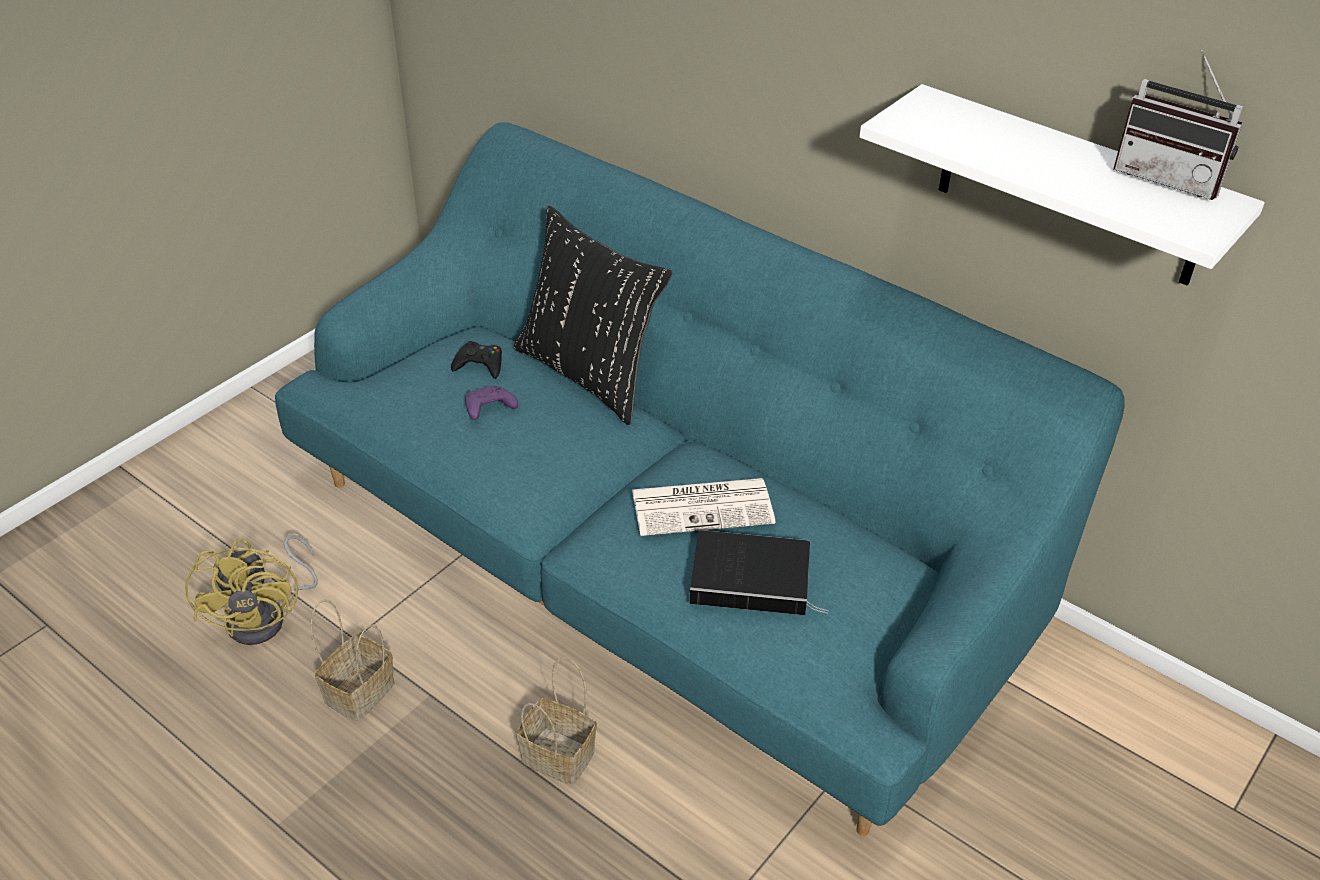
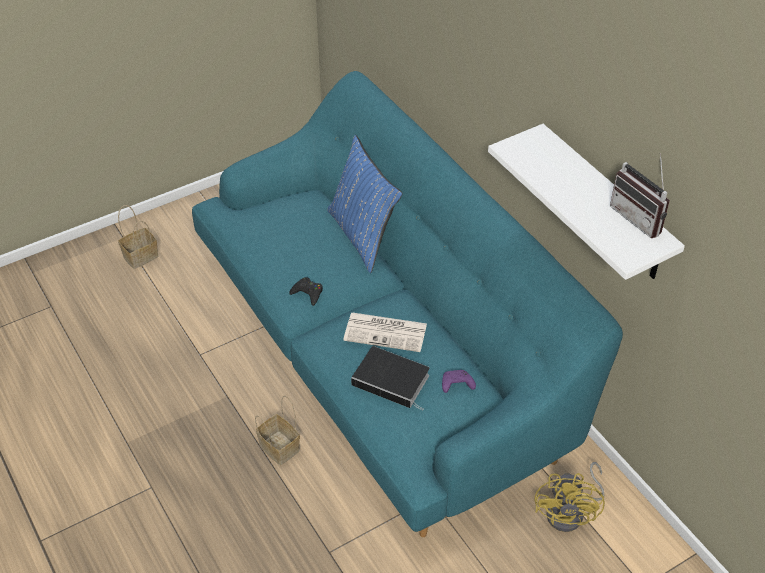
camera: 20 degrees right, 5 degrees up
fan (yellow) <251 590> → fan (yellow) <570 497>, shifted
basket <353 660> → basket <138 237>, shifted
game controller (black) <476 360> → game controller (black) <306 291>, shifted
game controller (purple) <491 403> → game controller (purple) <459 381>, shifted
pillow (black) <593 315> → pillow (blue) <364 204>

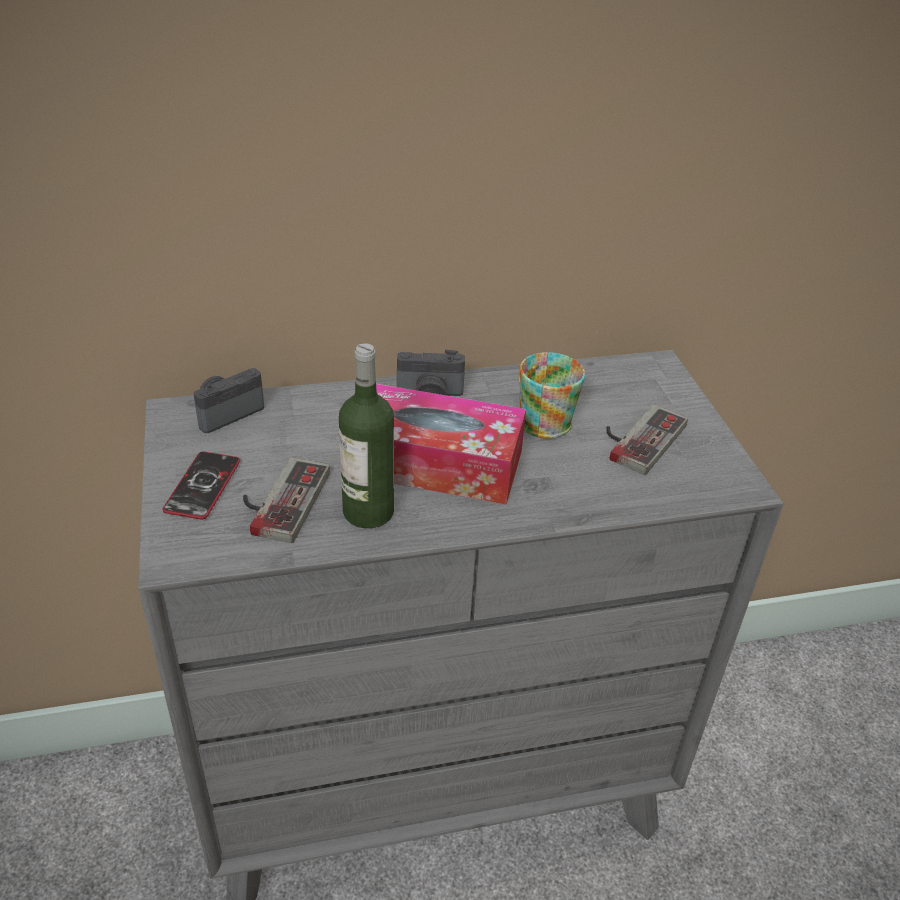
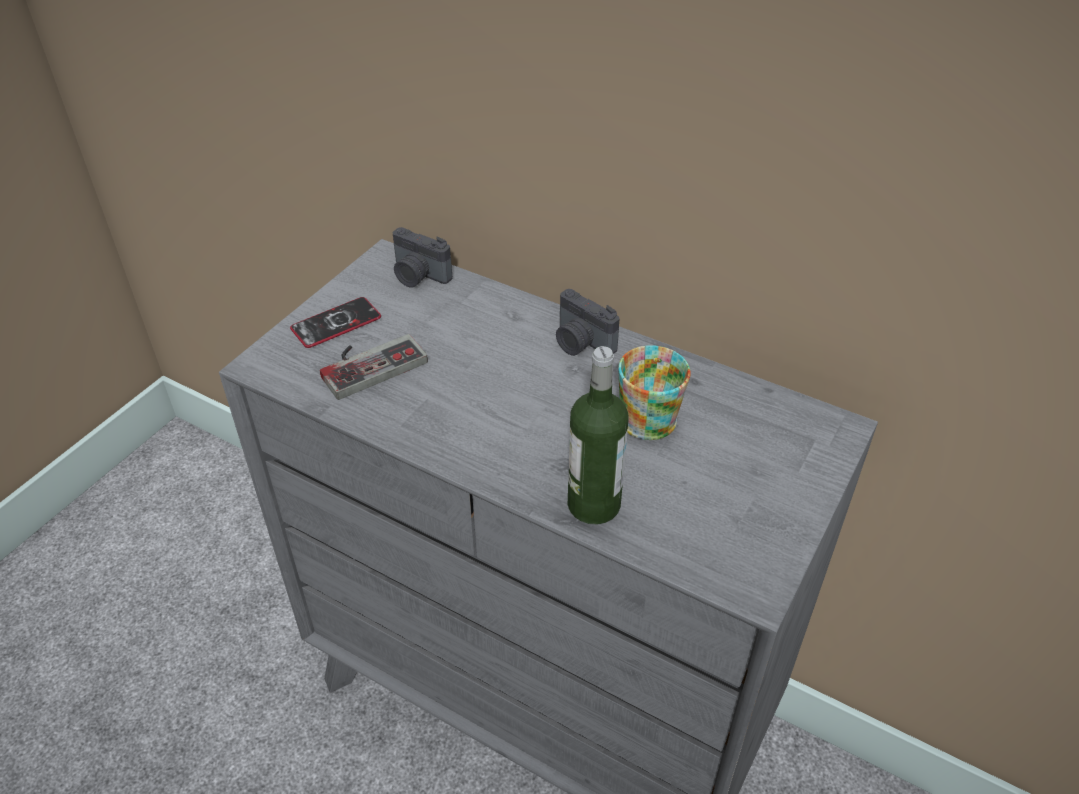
camera: 45 degrees right, 5 degrees up
photo camera <229 400> → photo camera <422 257>, 150 degrees counterclockwise
bottle <366 435> → bottle <598 435>, shifted
tissue box <451 444> → -
game controller <647 439> → -

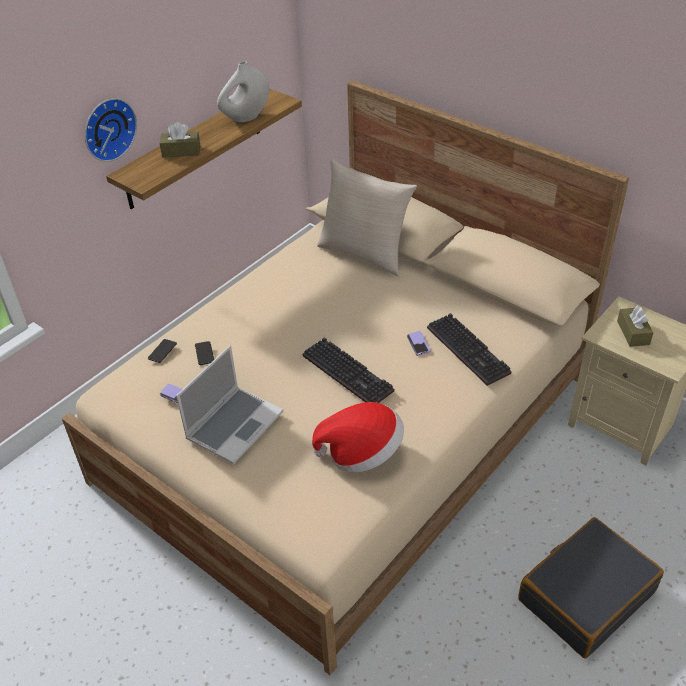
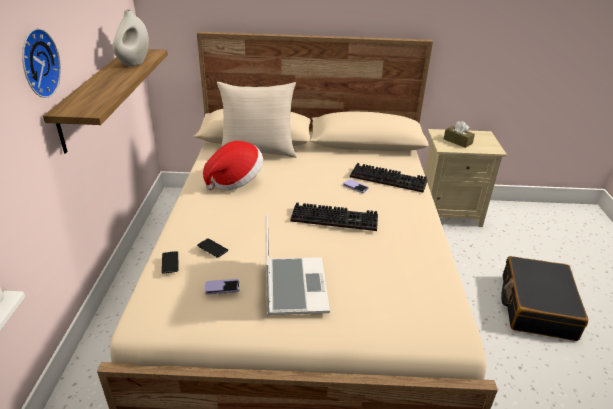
camera: 40 degrees left, 10 degrees down
tissue box (brown) <180 140> → -
hat <358 437> → hat <233 166>, shifted

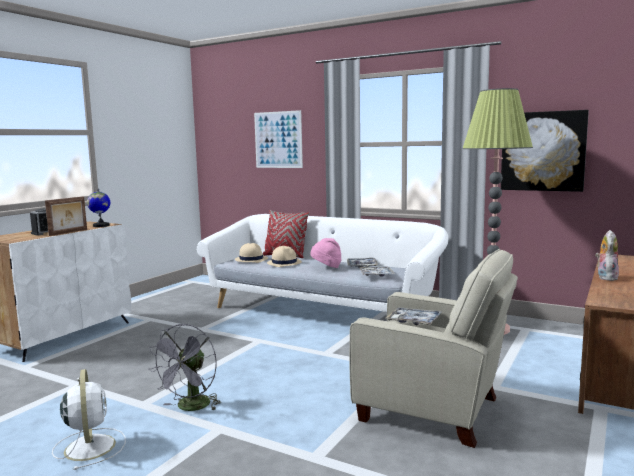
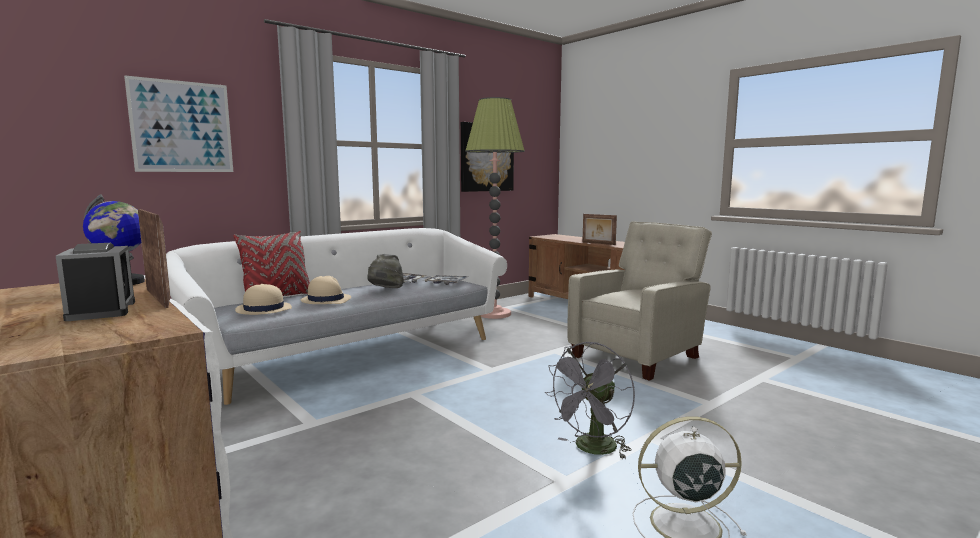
camera: 70 degrees left, 0 degrees up
fan (grey) <185 367> → fan (grey) <590 400>, 90 degrees clockwise
hat (pink) <326 253> → hat (grey) <385 271>
tray <414 316> → -
plush toy <607 255> → picture frame <599 229>

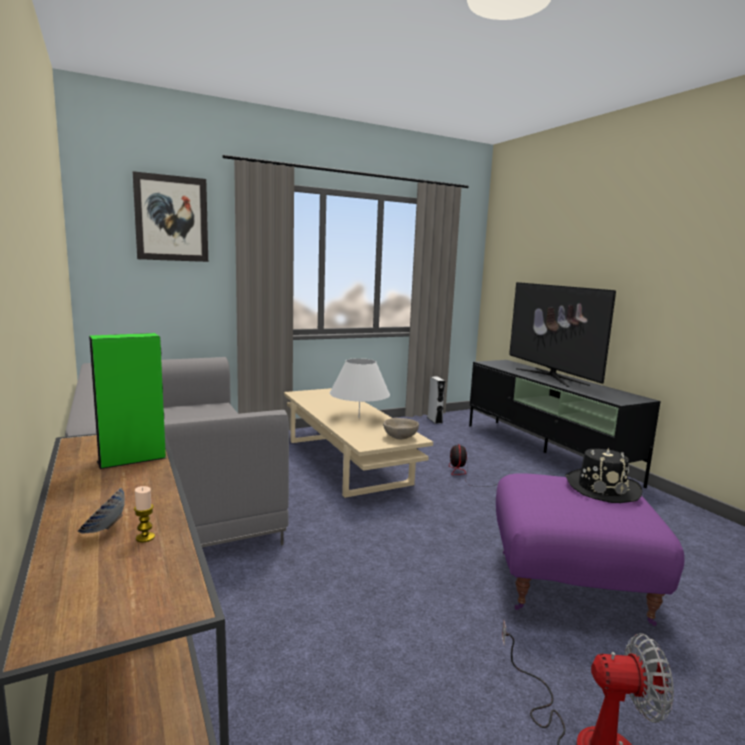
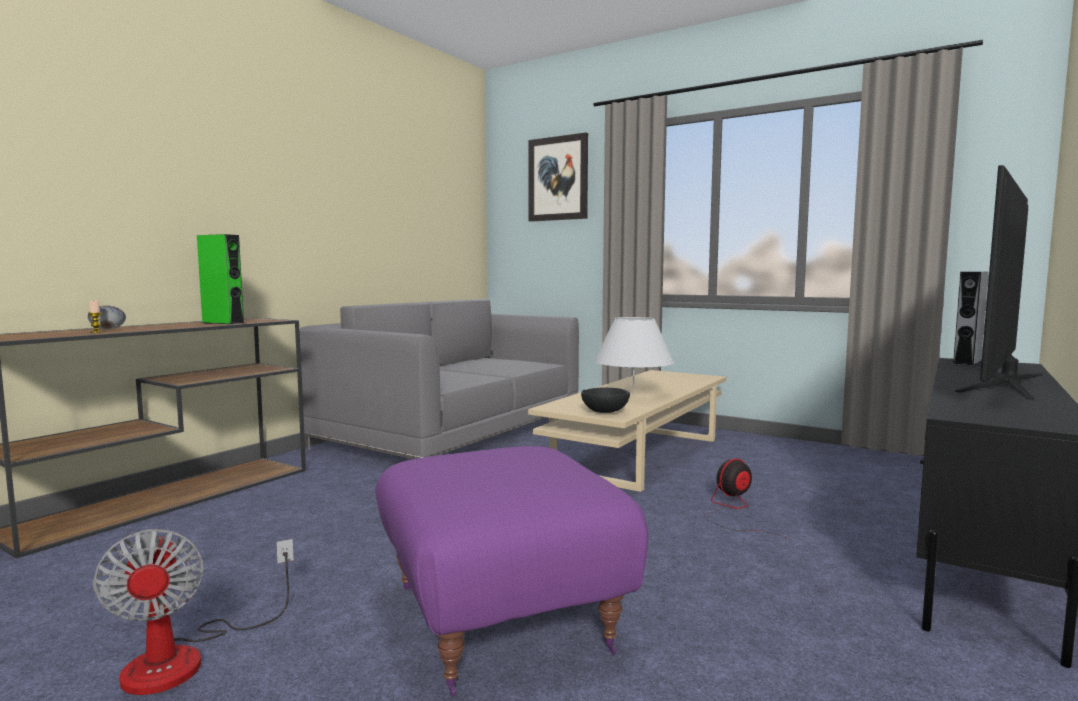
camera: 60 degrees right, 5 degrees down
bowl (beige) <401 428> → bowl (black) <605 400>
speaker (grey) <436 400> → speaker (grey) <970 319>, shifted
hat (black) <604 475> → -

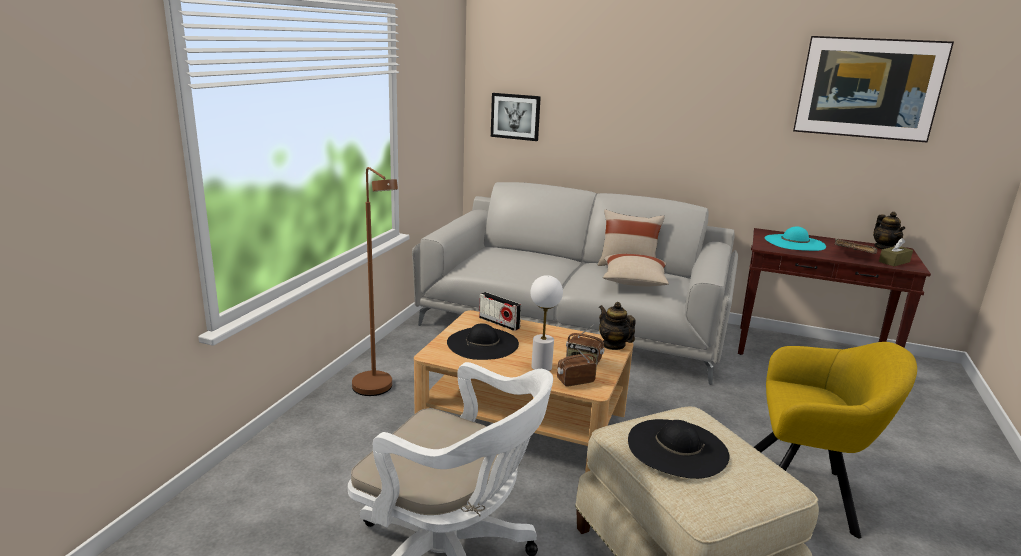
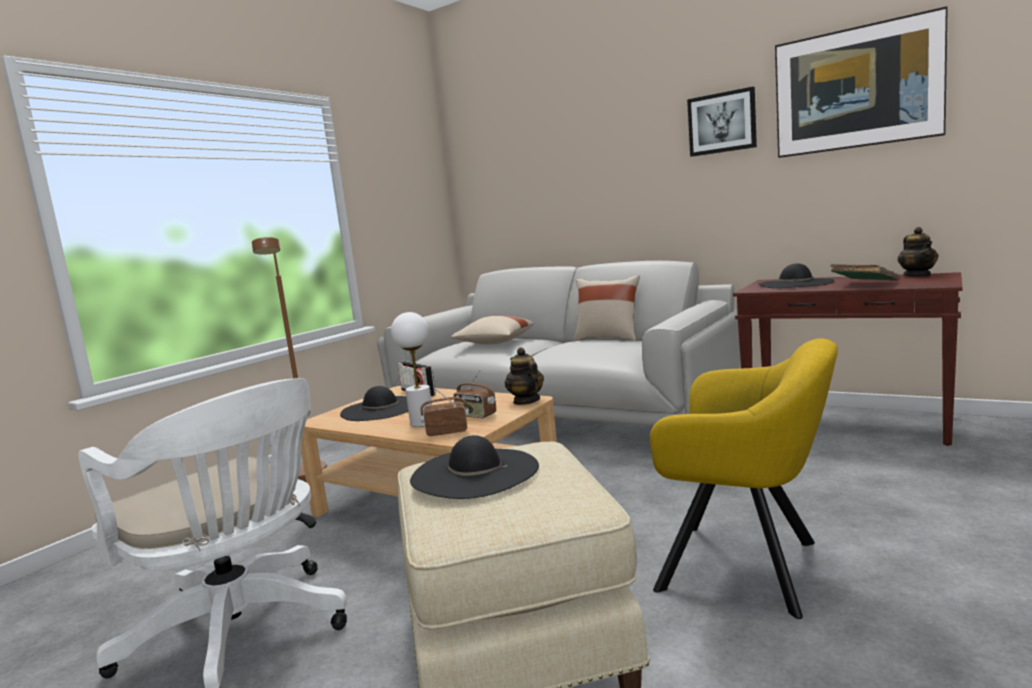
camera: 15 degrees right, 10 degrees down
picture <516 117> → picture <722 121>, shifted
pillow (beige) <636 270> → pillow (beige) <492 330>, shifted
hat (turquoise) <795 238> → hat (black) <796 275>
tissue box (brown) <896 252> → -

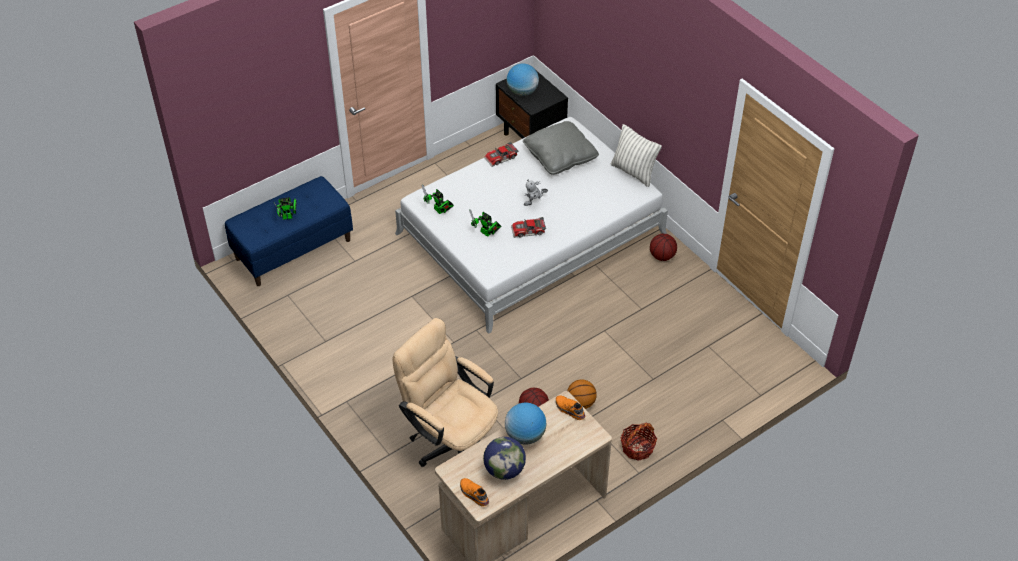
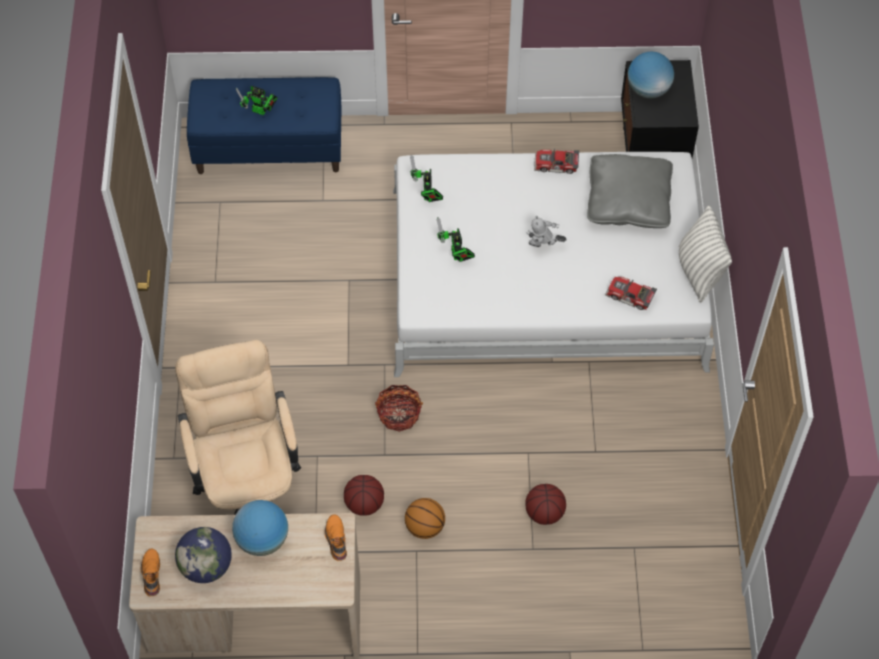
camera: 35 degrees right, 10 degrees up
toy car <528 227> → toy car <631 293>, shifted
basket <639 442> → basket <399 408>, shifted
basketball <663 247> → basketball <545 504>, shifted

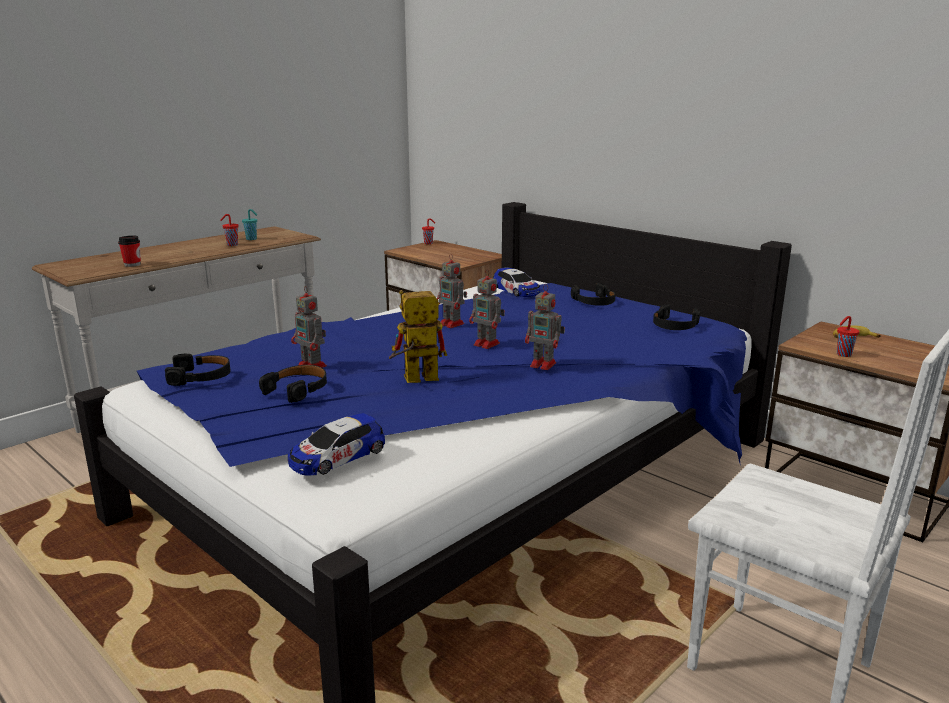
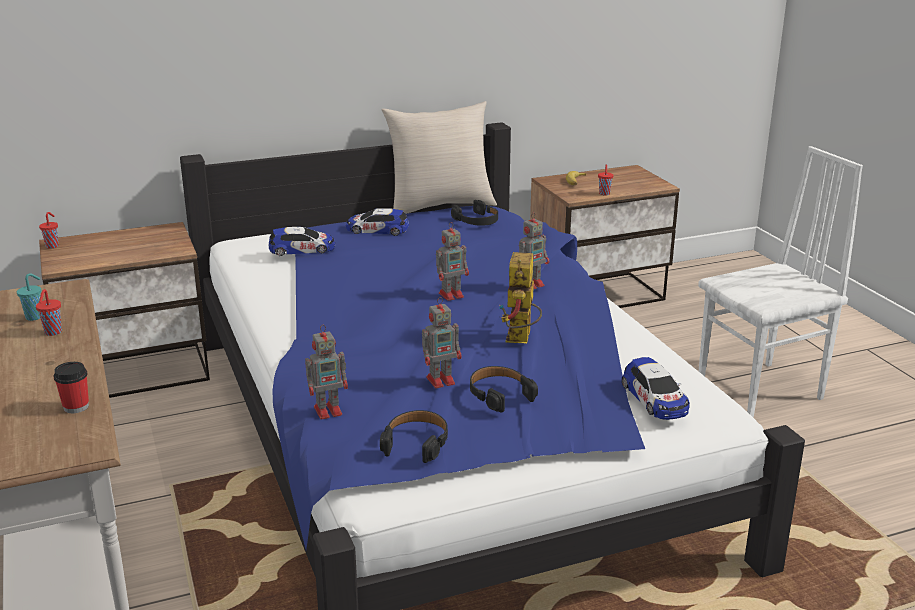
camera: 65 degrees left, 5 degrees up
toy robot <452 291> → toy robot <326 372>, shifted
headphones (black) <593 294> → toy car <377 222>
- → pillow (beige) <439 157>

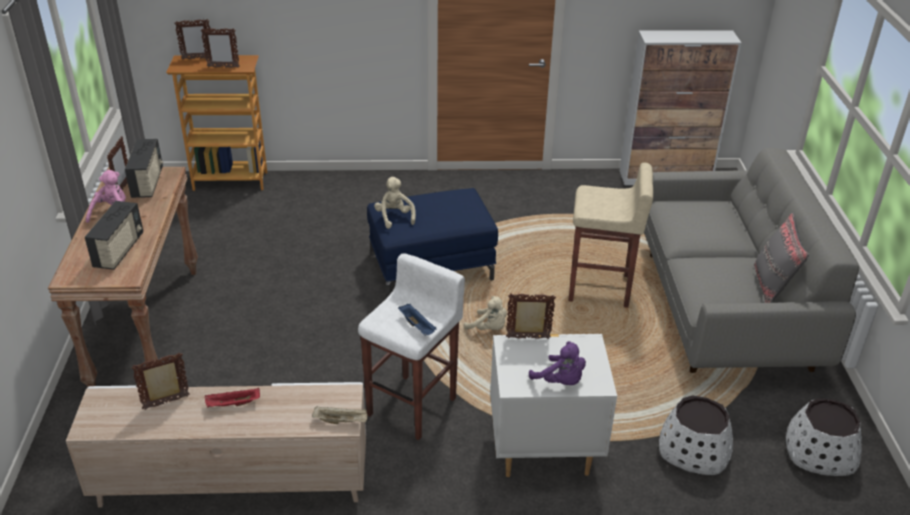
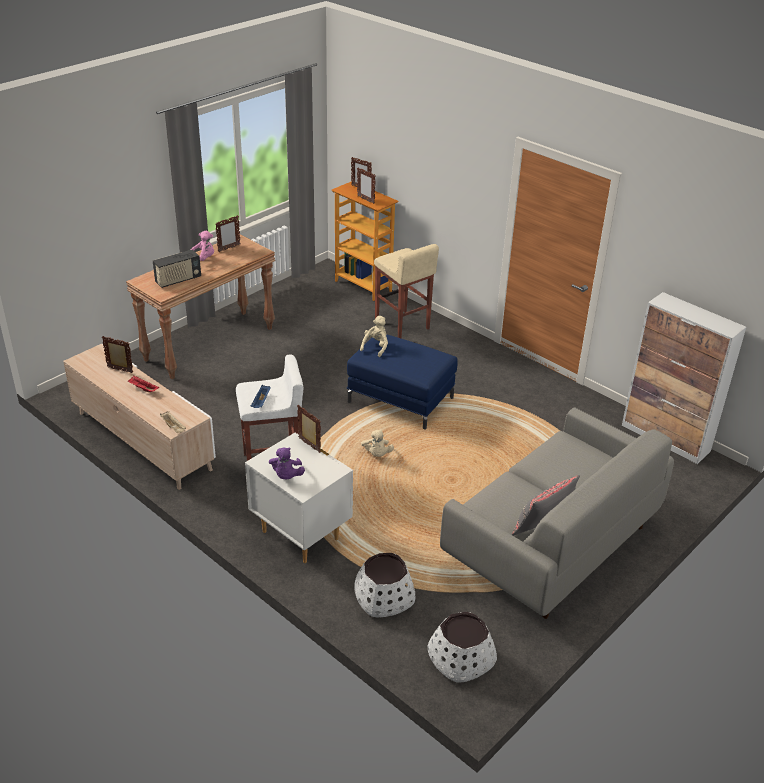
camera: 45 degrees right, 0 degrees up
radio <144 168> → -
stool (beige) <610 235> → stool (beige) <406 291>, shifted

